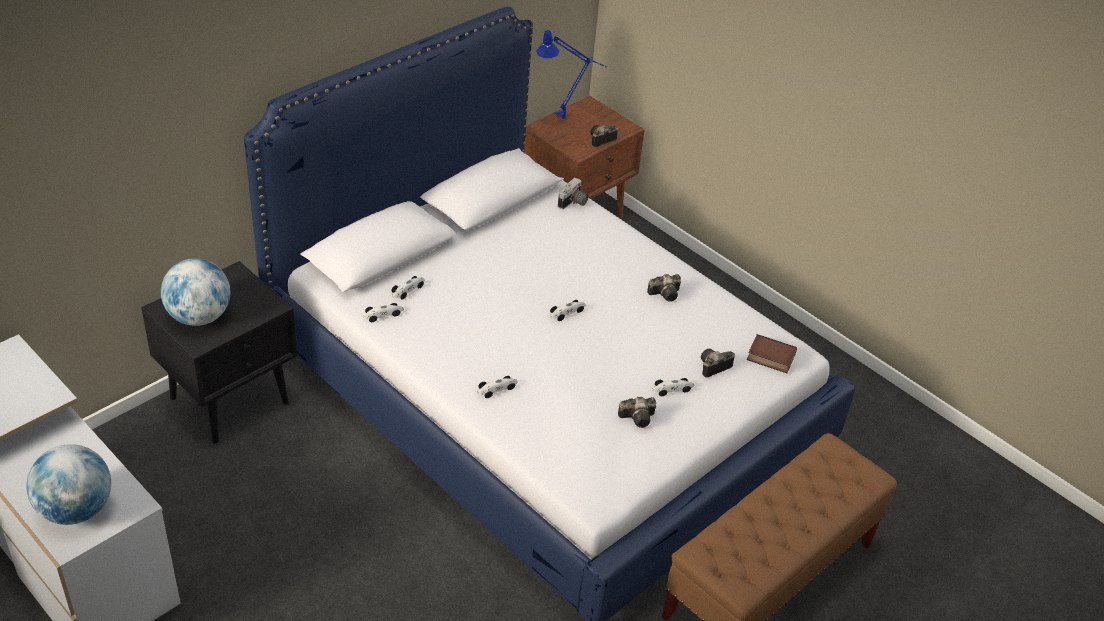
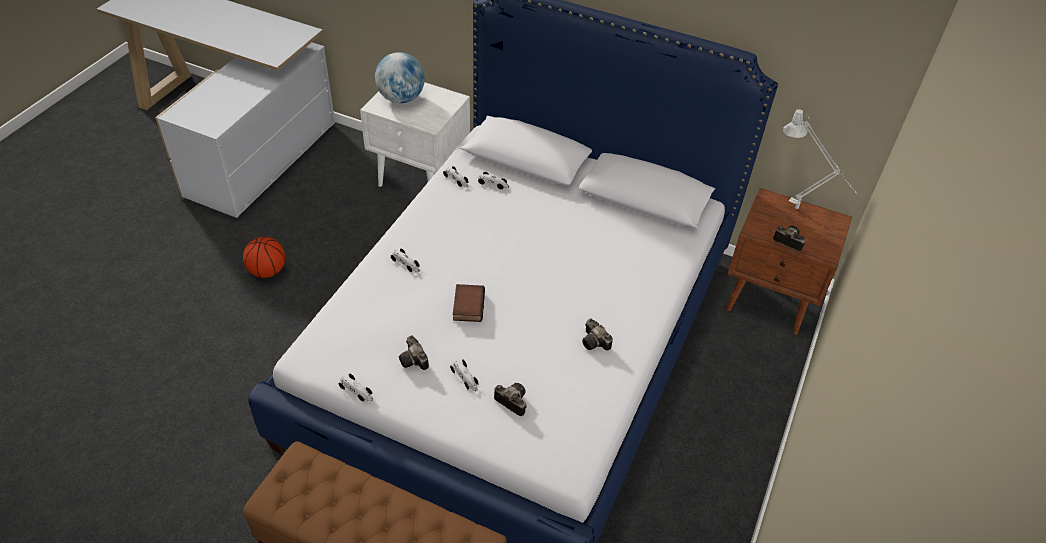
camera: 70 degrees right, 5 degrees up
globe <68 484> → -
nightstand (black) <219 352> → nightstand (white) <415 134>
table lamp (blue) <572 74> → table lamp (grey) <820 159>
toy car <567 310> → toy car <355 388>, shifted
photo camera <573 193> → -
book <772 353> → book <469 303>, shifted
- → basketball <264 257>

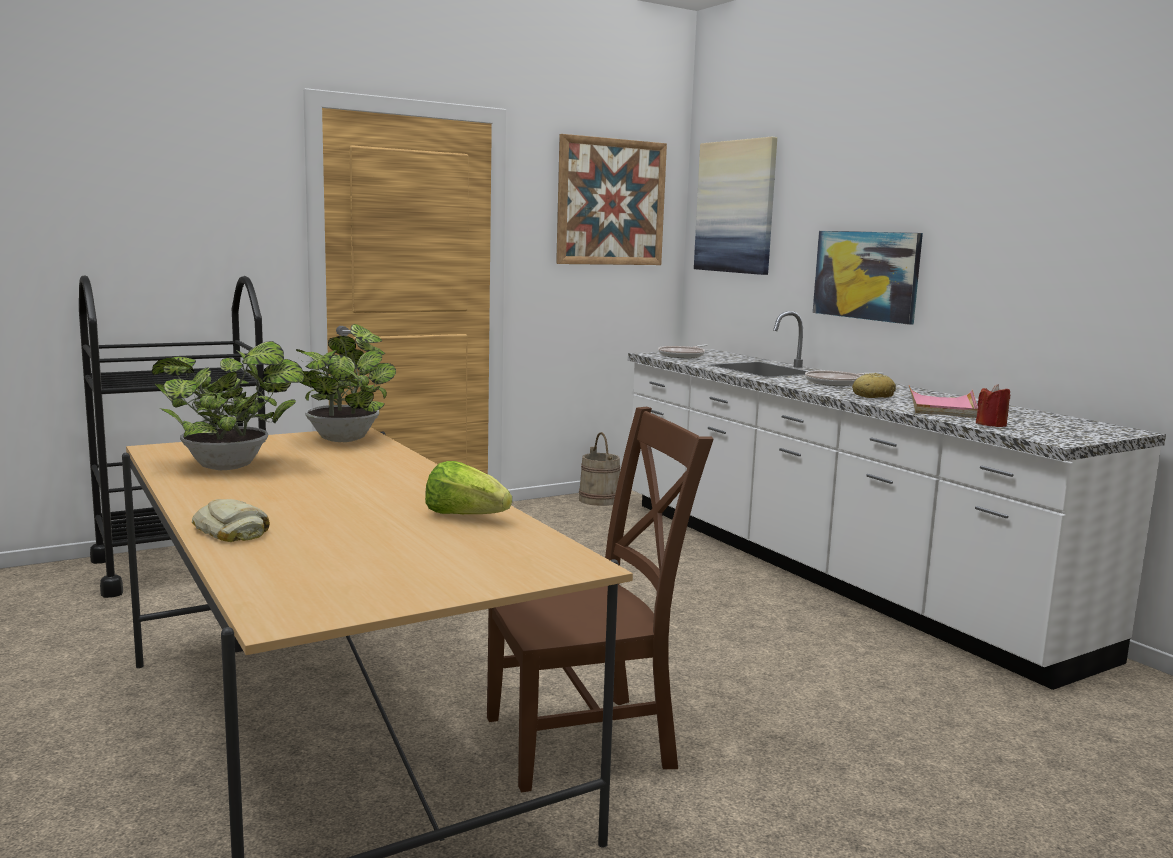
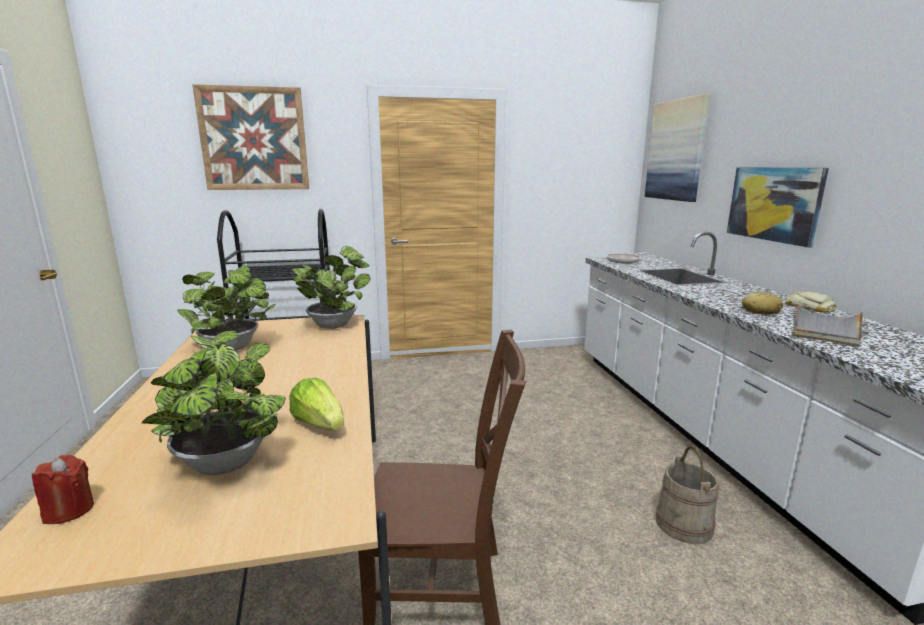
camera: 20 degrees right, 5 degrees up
bread <231 520> → bread <811 302>, shifted
picture <611 199> → picture <250 137>, shifted
bucket (beige) <599 469> → bucket (beige) <687 494>, shifted
frying pan <844 378> → -
tray (pink) <943 401> → tray (grey) <828 325>
candle (red) <993 405> → candle (red) <63 489>, shifted
- → potted plant <214 403>

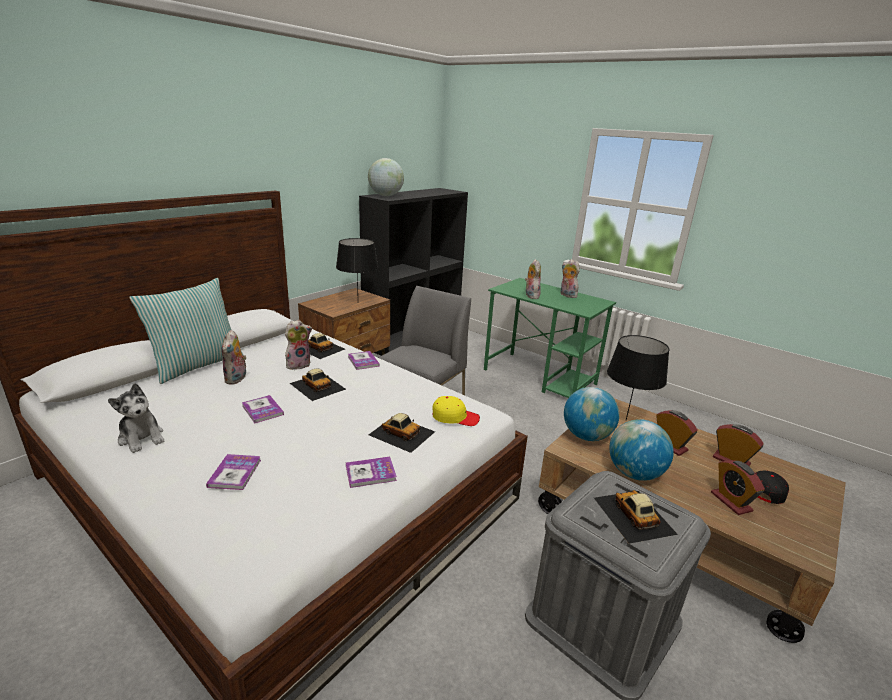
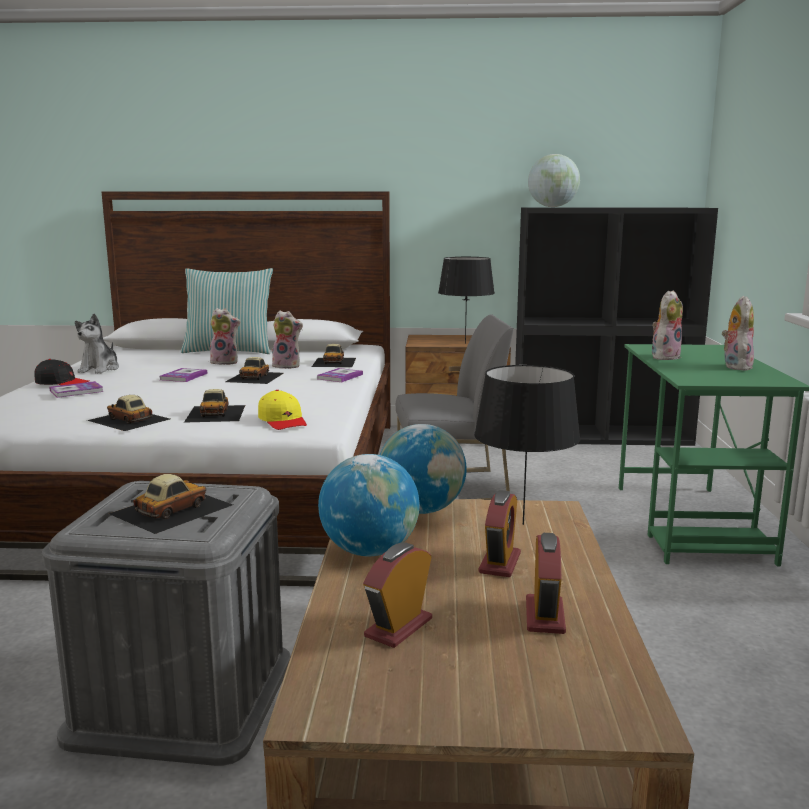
camera: 55 degrees right, 10 degrees down
plush toy <234 357> → plush toy <225 336>, 135 degrees counterclockwise
book <371 472> → toy car <128 413>
cap (black) <772 487> → cap (black) <61 372>, shifted

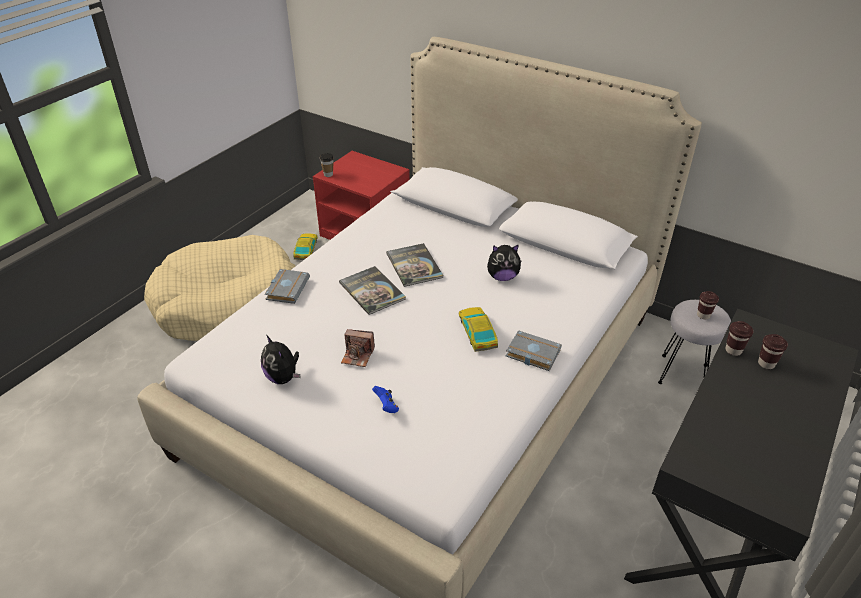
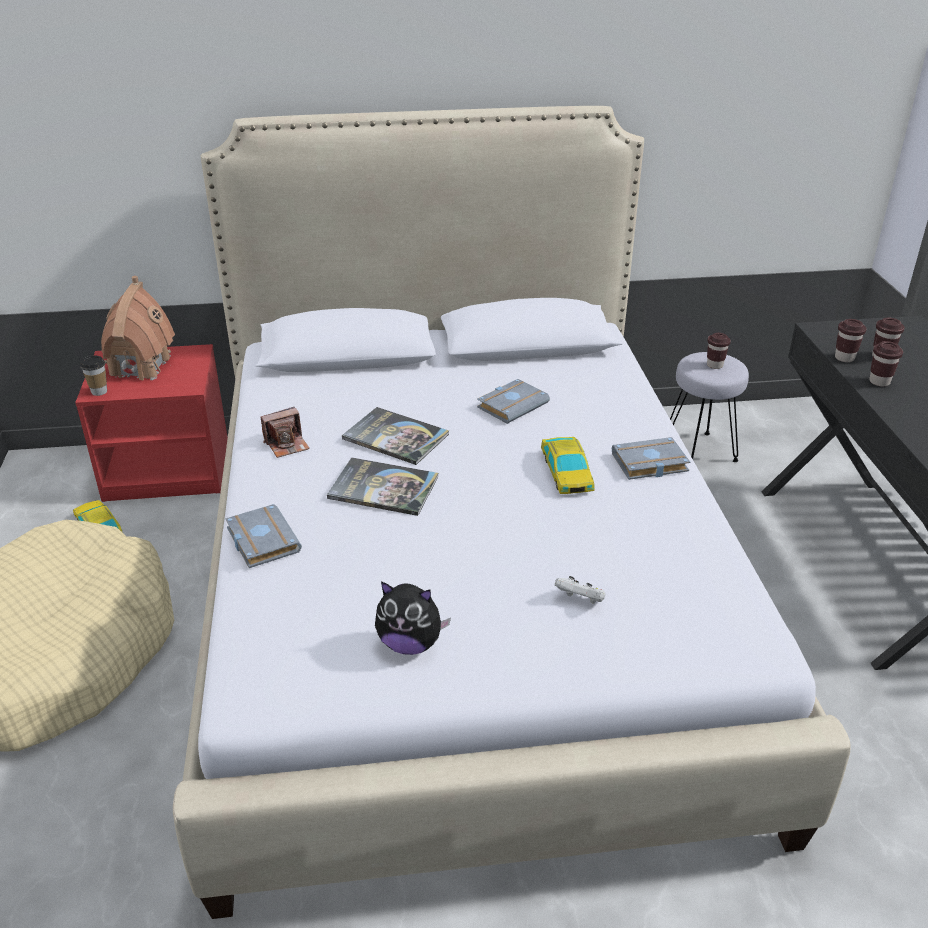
camera: 40 degrees left, 5 degrees down
photo camera <358 348> → photo camera <285 432>, shifted
game controller (blue) <385 399> → game controller (white) <580 590>
toy car <478 329> → toy car <568 465>, 135 degrees counterclockwise
plush toy <504 262> → book (grey) <513 401>
- → toy house <138 328>
- → cup (brown) <886 363>

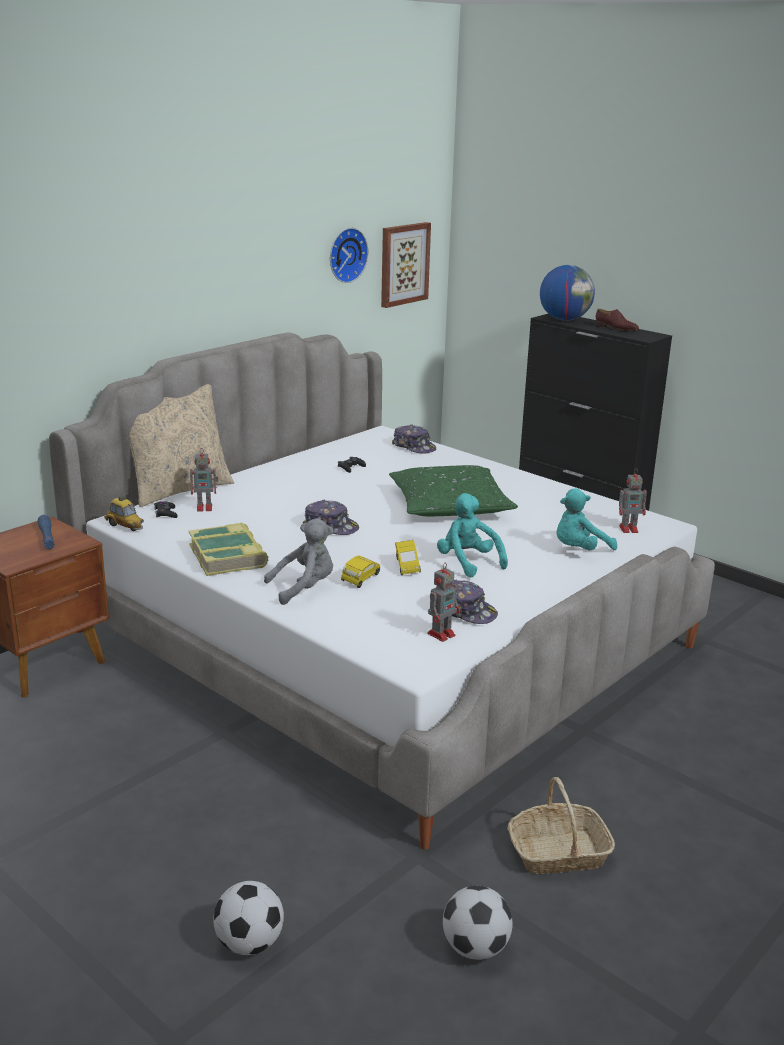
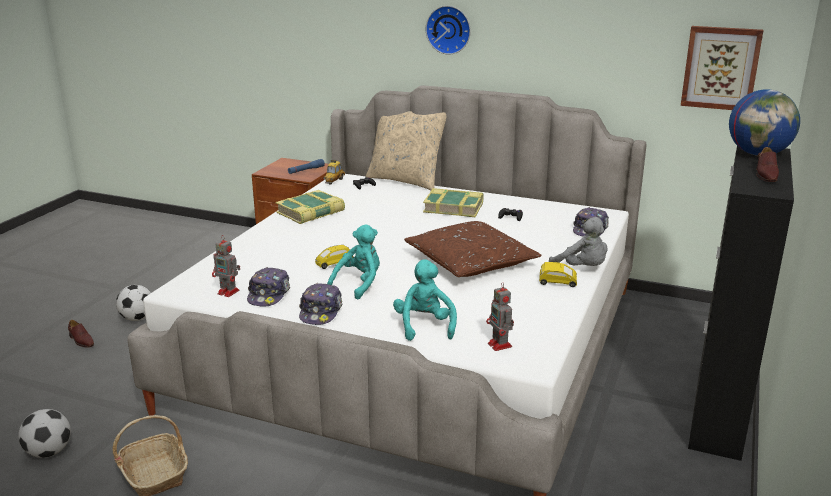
camera: 70 degrees right, 0 degrees up
toy robot <204 481> → -
football <248 918> → football <133 303>, shifted
plush toy (grey) <299 561> → plush toy (grey) <578 241>, shifted
cap <330 517> → cap <321 304>, shifted
wall clock <349 255> → wall clock <448 30>, shifted
toy car (yellow) <360 572> → toy car (yellow) <558 274>, shifted
pillow (green) <453 490> → pillow (brown) <472 249>
plush toy (turquoise) <586 519> → plush toy (turquoise) <425 300>, 45 degrees clockwise
- → shoe (brown) <81 333>
- → book <453 202>

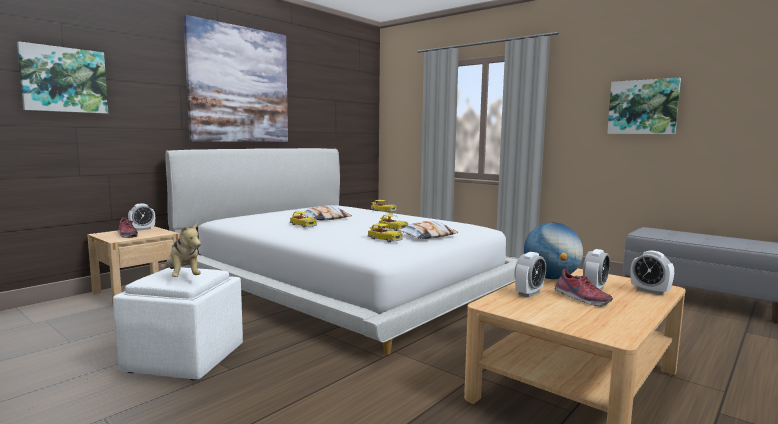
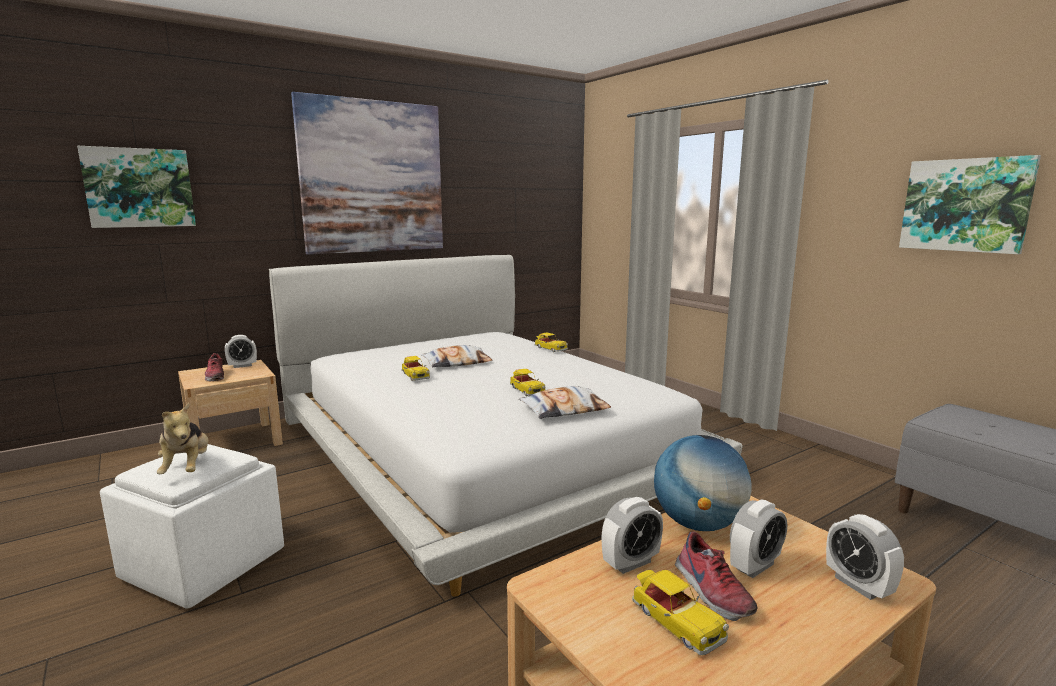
camera: 15 degrees right, 5 degrees up
toy car <385 232> → toy car <680 612>, shifted

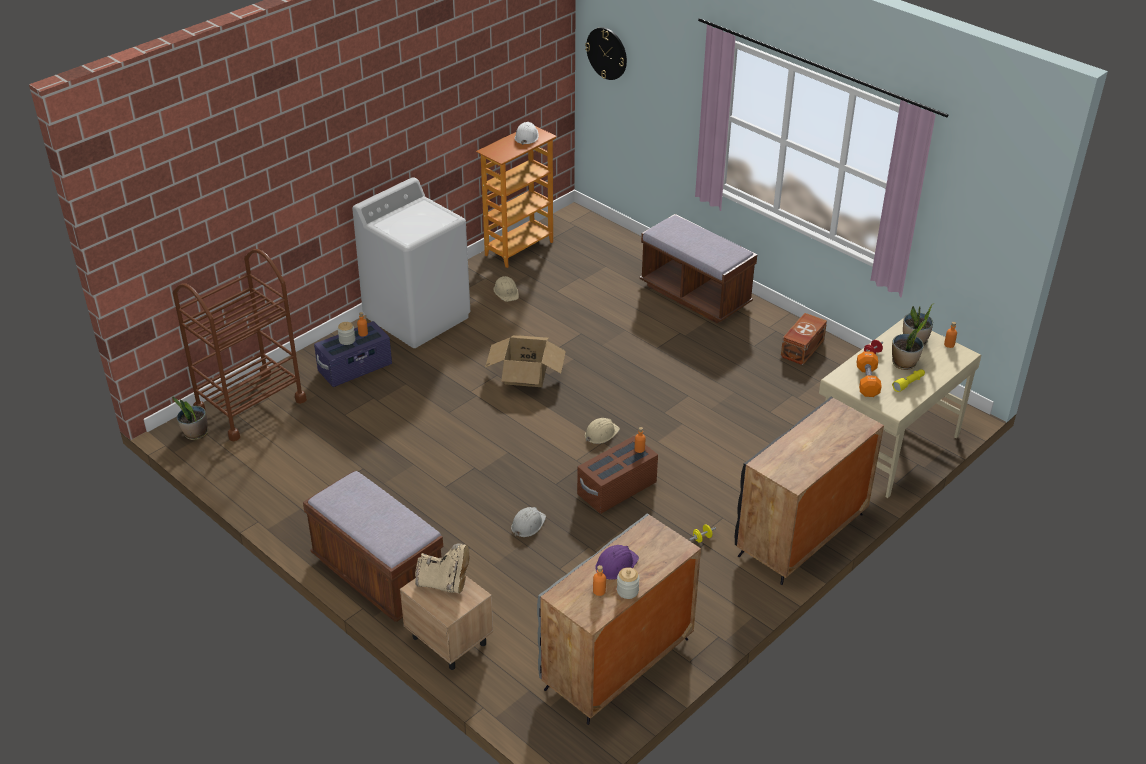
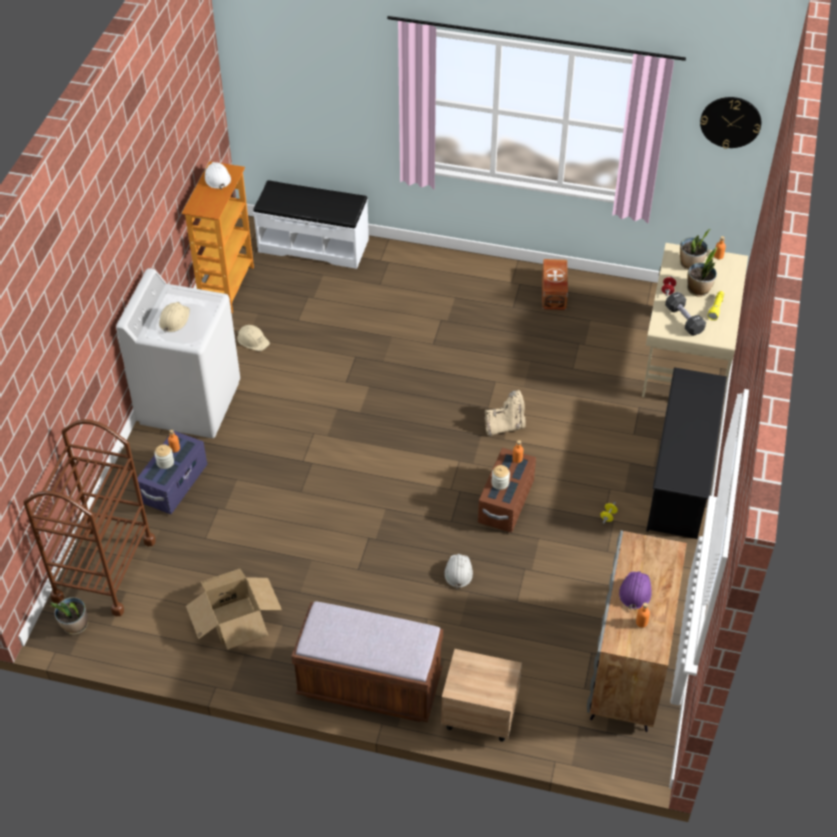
camera: 30 degrees left, 10 degrees up
boot (beige) <442 568> → boot (beige) <505 413>, shifted
cardboard box <525 361> → cardboard box <234 609>, shifted
wall clock <606 53> → wall clock <730 123>, shifted
hard hat (beige) <602 431> → hard hat (beige) <174 317>, shifted
jar <628 583> → jar <500 477>, shifted
bench (brown) <698 268> → -
cabinet (black) <809 491> → shoe rack (black) <686 453>
dumbbell (orange) <869 374> → dumbbell (black) <685 314>
- → bench (white) <311 224>

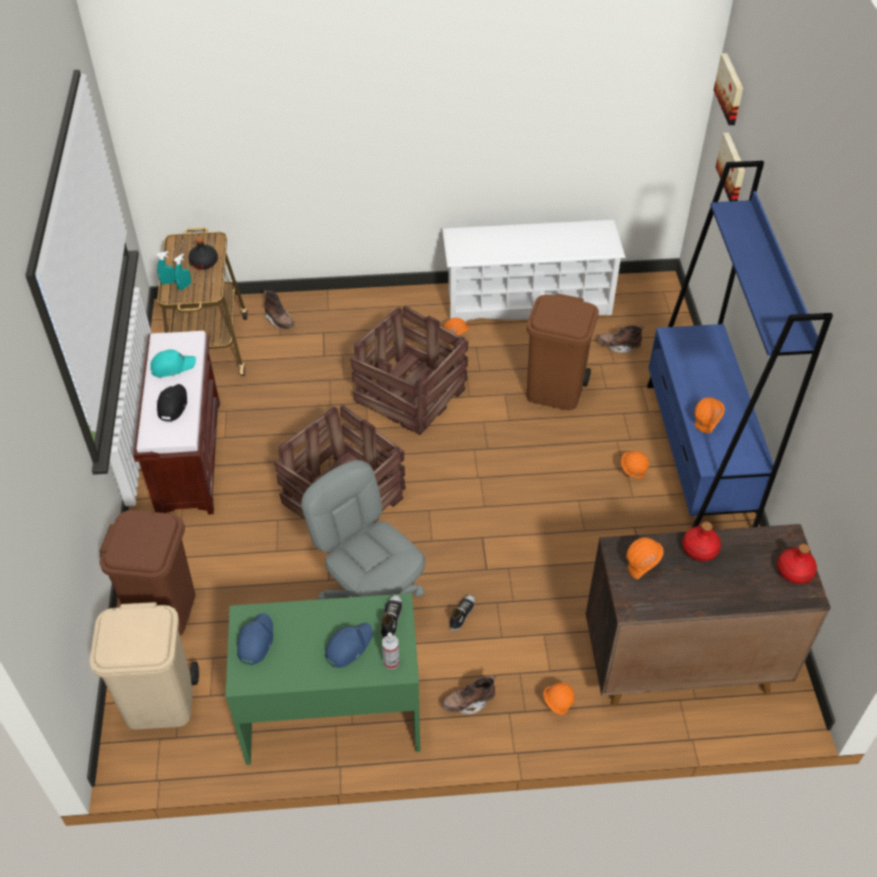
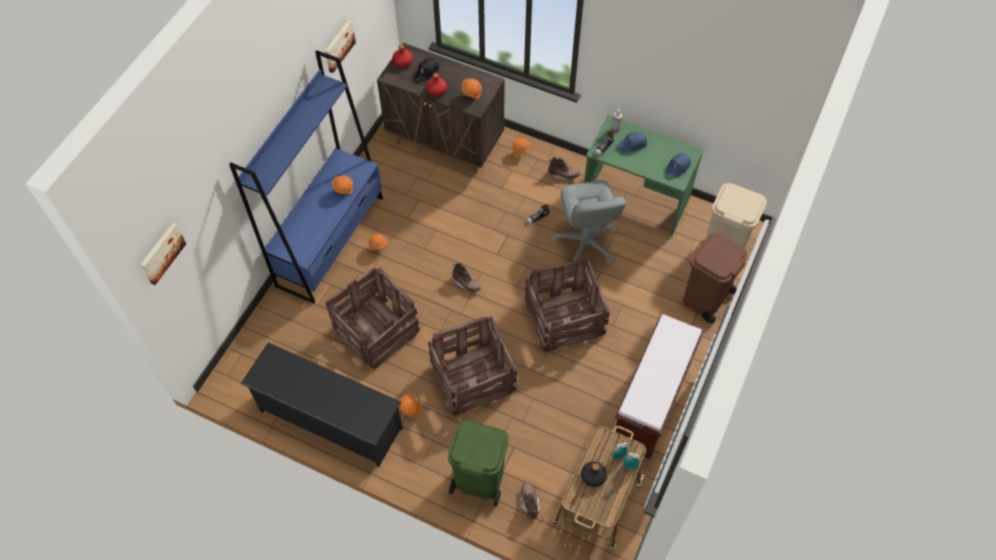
camera: 150 degrees left, 10 degrees up
cap (turquoise) <173 363> → -
cap (black) <172 403> → cap (black) <427 70>, shifted
shoe rack (white) <534 271> → shoe rack (black) <322 404>
trash can (brown) <562 351> → crate <373 318>
boot (brown) <621 339> → boot (brown) <467 277>, shifted
picture <730 167> → picture <340 46>, shifted
- → trash can (green) <478 464>

